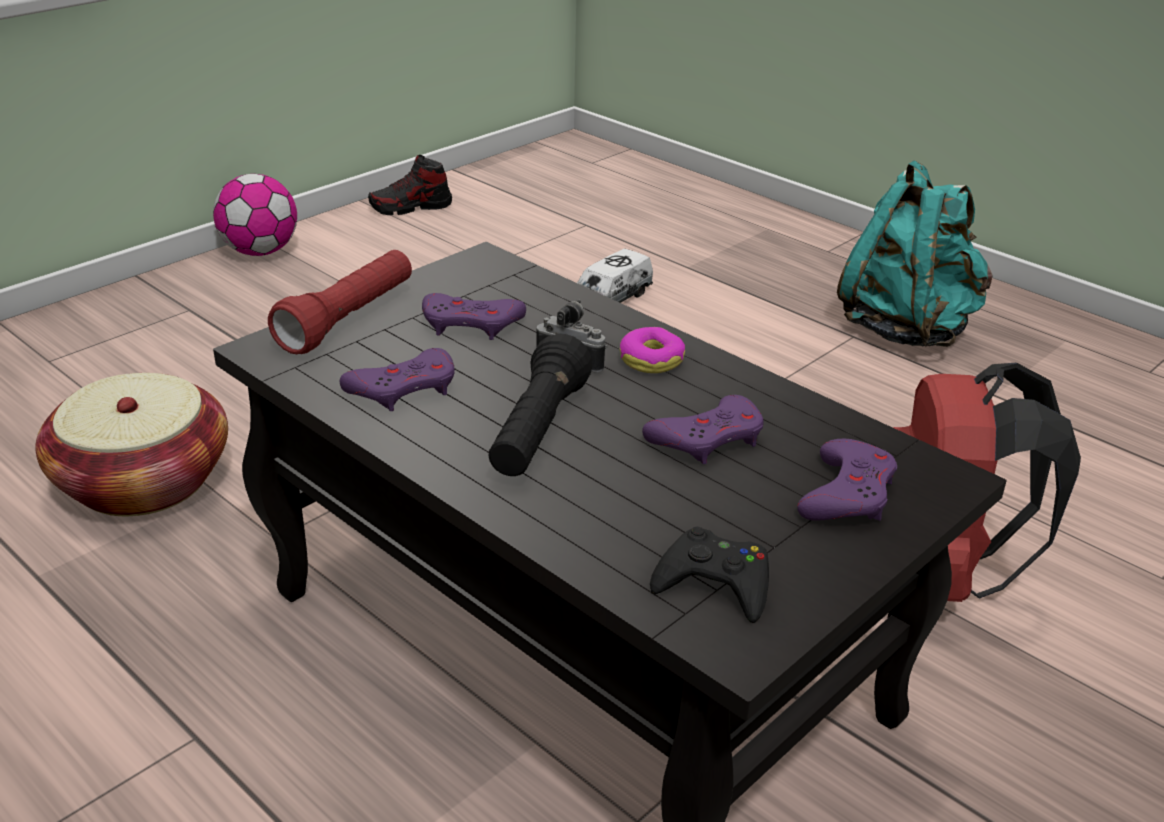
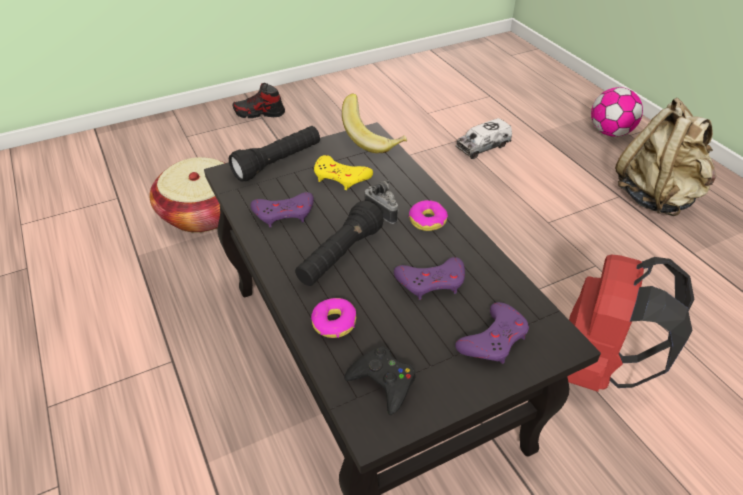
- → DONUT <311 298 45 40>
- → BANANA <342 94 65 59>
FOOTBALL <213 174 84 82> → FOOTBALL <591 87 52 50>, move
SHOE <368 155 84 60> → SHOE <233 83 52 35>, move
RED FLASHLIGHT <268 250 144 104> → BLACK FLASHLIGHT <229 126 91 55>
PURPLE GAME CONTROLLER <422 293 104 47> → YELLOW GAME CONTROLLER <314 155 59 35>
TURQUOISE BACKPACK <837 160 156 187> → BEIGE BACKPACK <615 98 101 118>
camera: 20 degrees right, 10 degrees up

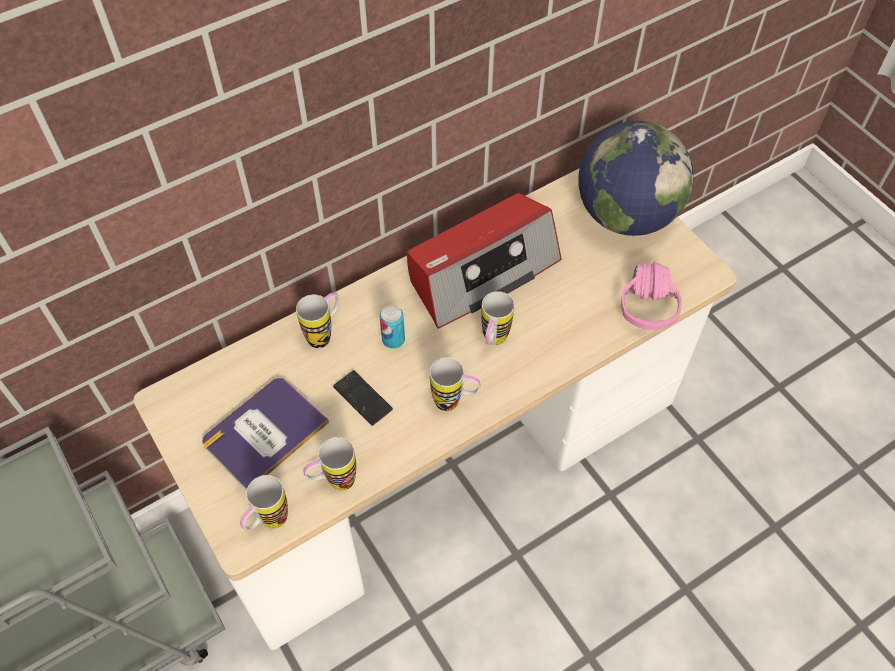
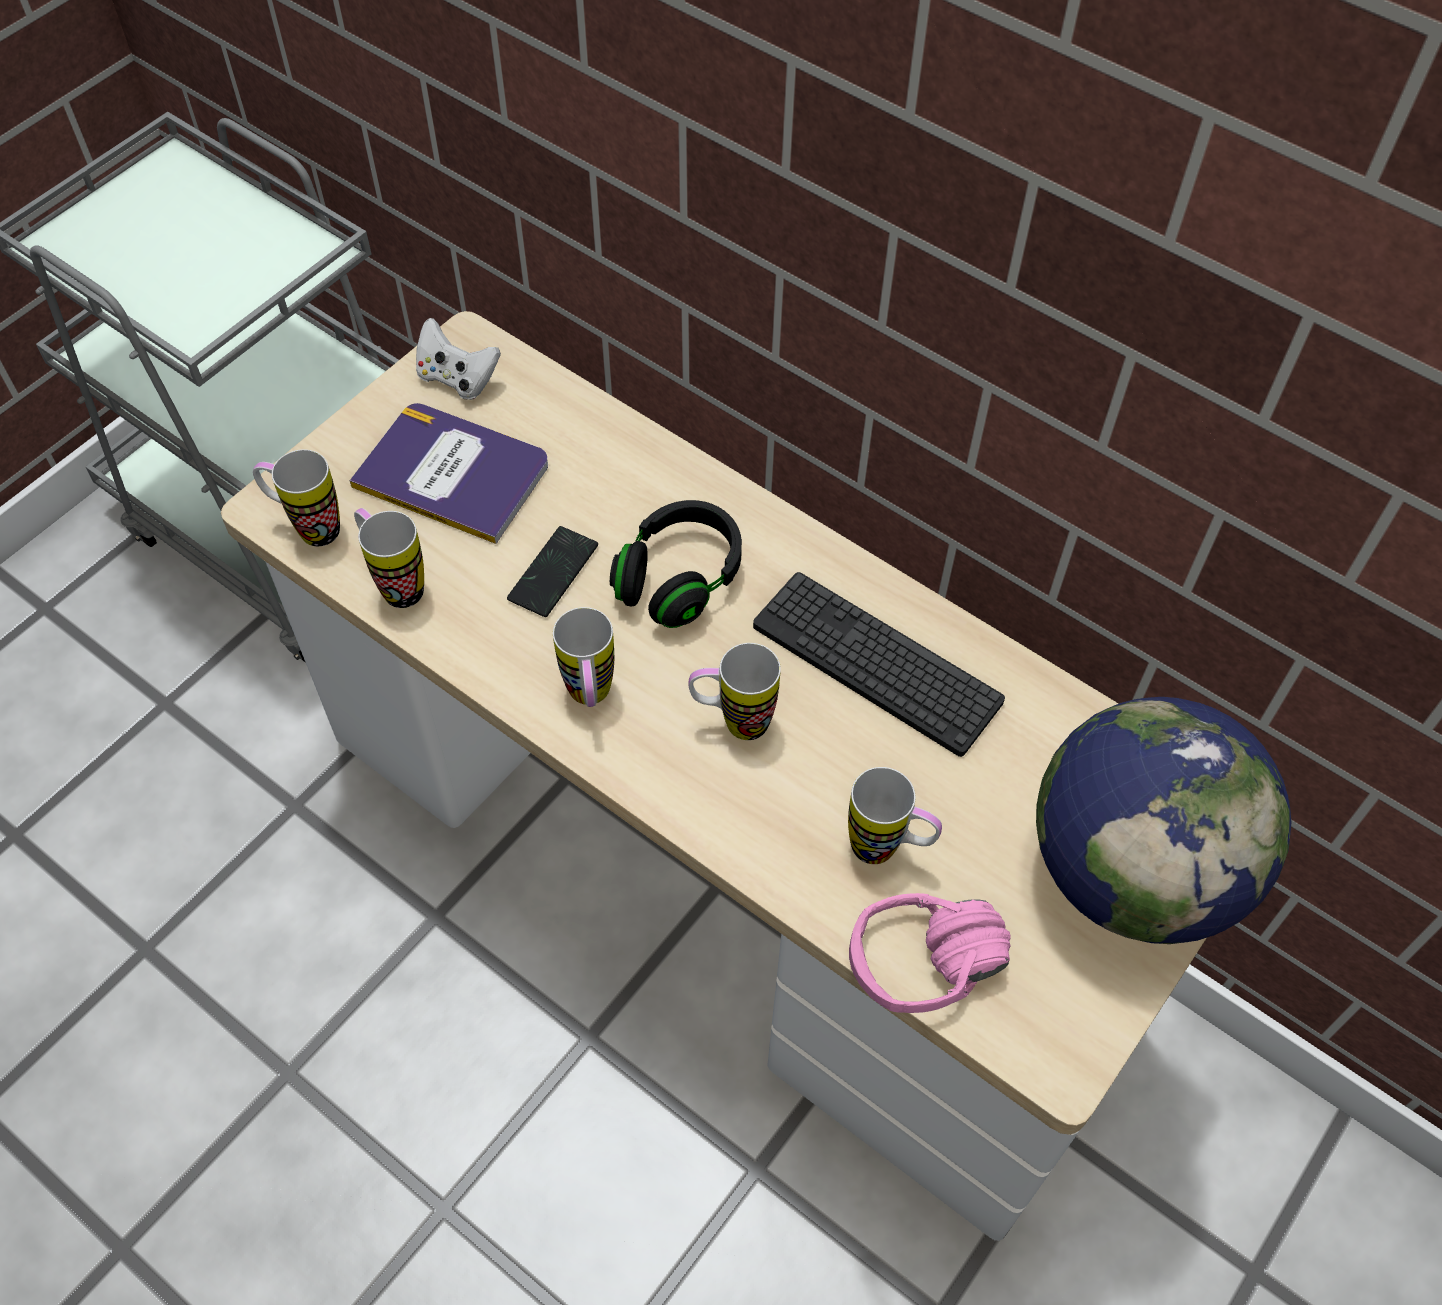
- → WHITE GAME CONTROLLER <416 318 85 82>
MUG <296 293 44 55> → MUG <848 767 94 97>, move
CAN <379 305 26 44> → BLACK HEADPHONES <610 500 132 128>
RADIO <407 193 155 136> → KEYBOARD <753 572 252 185>
camera: 70 degrees right, 0 degrees up

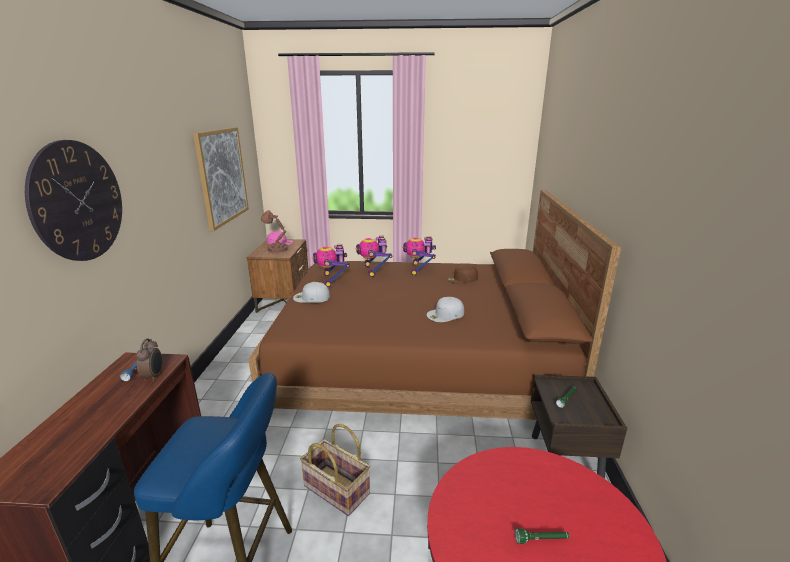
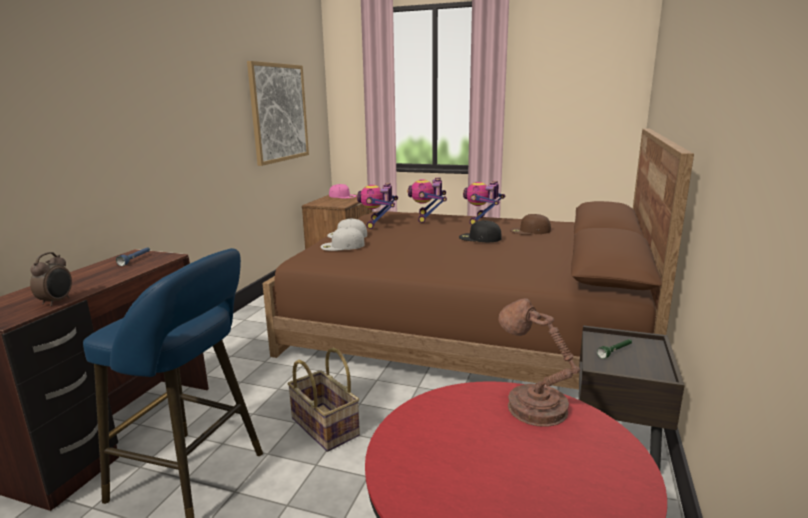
WALL CLOCK <25 140 97 121> → -
GREEN FLASHLIGHT <515 528 54 16> → -
- → BLACK CAP <459 220 43 22>
ALARM CLOCK <136 338 26 44> → ALARM CLOCK <30 252 42 54>, move
BROWN TABLE LAMP <261 210 28 43> → BROWN TABLE LAMP <498 298 82 129>, move
WHITE CAP <426 297 38 25> → WHITE CAP <321 227 43 24>, move
camera: 15 degrees right, 5 degrees down

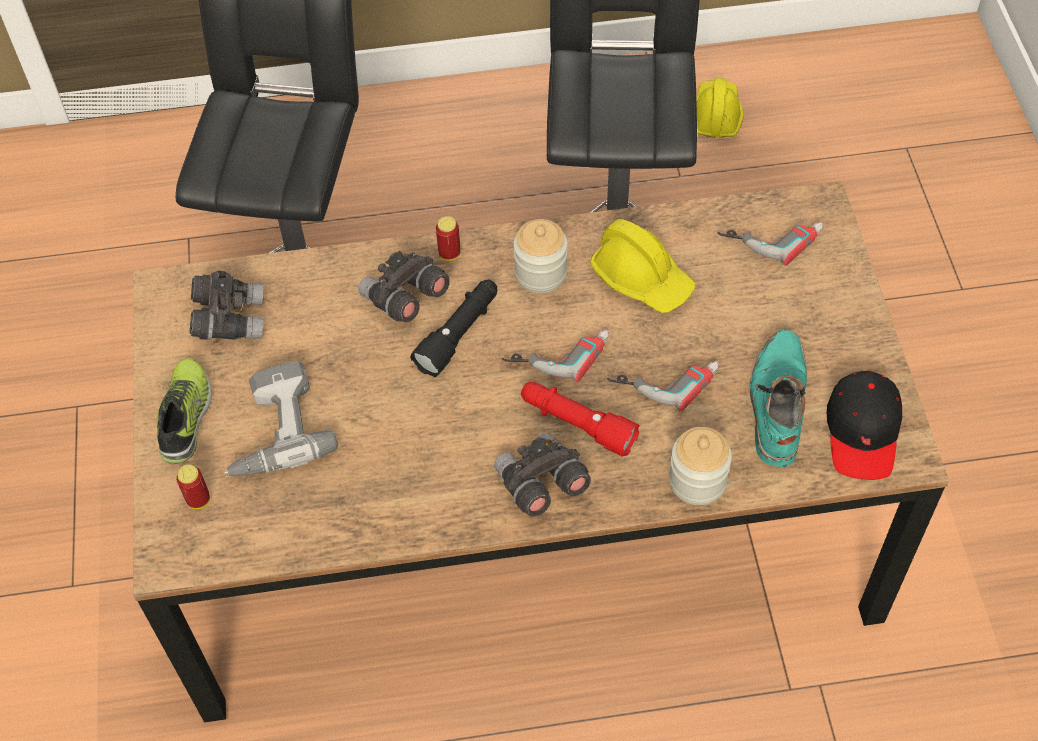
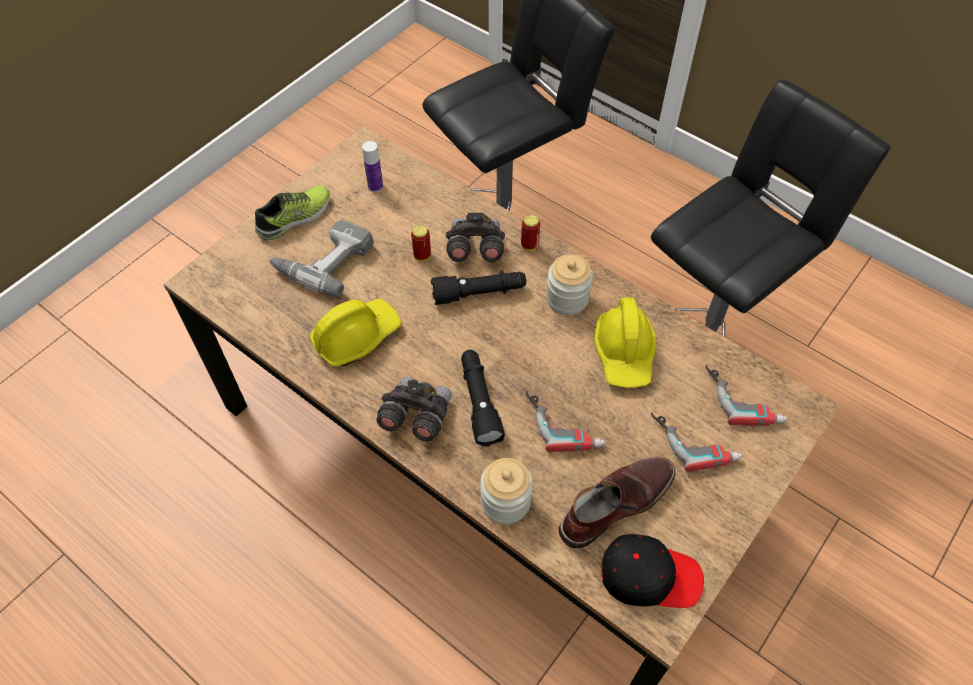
CAN <176 465 34 44> → CAN <411 225 20 36>, move
POWER DRILL <502 329 107 54> → POWER DRILL <651 412 92 60>, move
YELLOW HARD HAT <696 78 48 60> → YELLOW HARD HAT <310 299 91 68>, move
GREY BINOCULARS <190 270 73 70> → BOTTLE <362 141 21 51>
RED FLASHLIGHT <521 382 119 75> → BLACK FLASHLIGHT <461 350 44 97>
TURQUOISE BOOT <750 330 57 137> → BROWN BOOT <559 457 117 91>
BLACK CAP <827 371 75 109> → BLACK CAP <601 534 103 74>, 135 degrees counterclockwise
camera: 45 degrees right, 0 degrees up

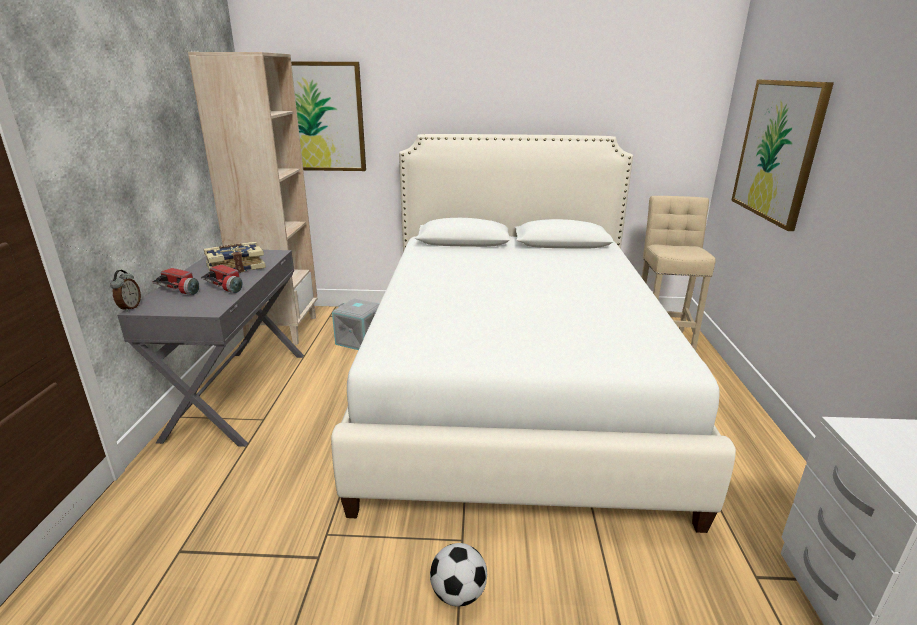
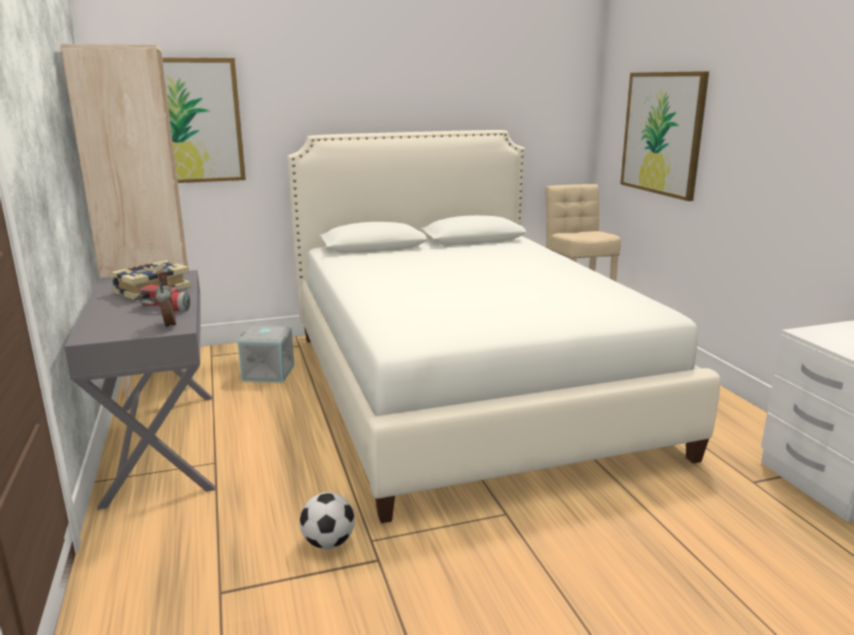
FLASHLIGHT <152 268 47 27> → -
ALARM CLOCK <110 270 31 42> → ALARM CLOCK <156 281 20 48>, move
FOOTBALL <430 543 57 64> → FOOTBALL <300 492 55 57>, move
camera: 20 degrees left, 5 degrees down

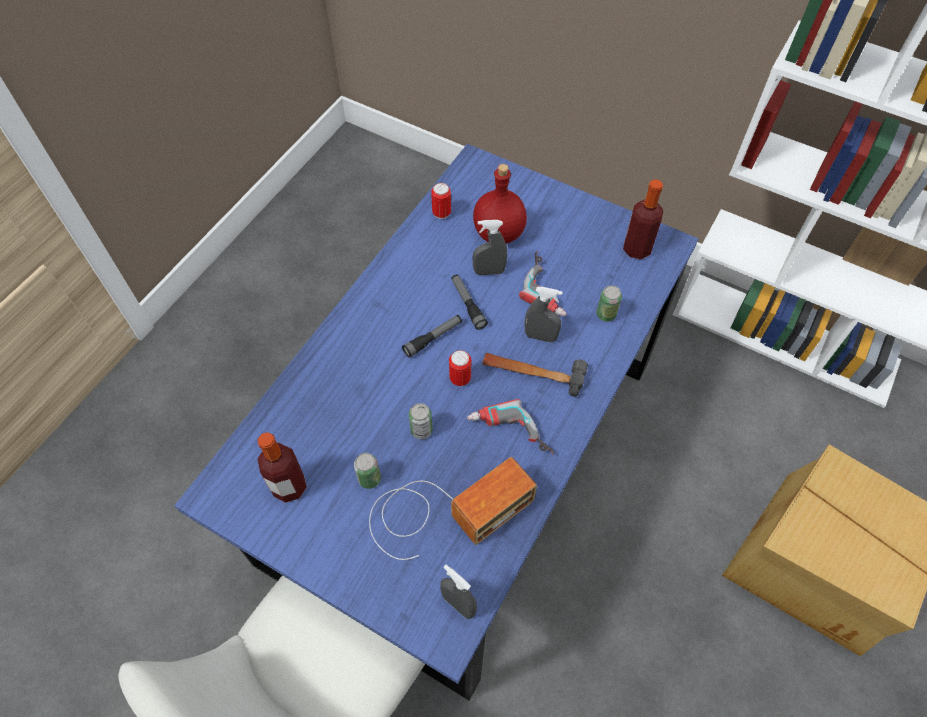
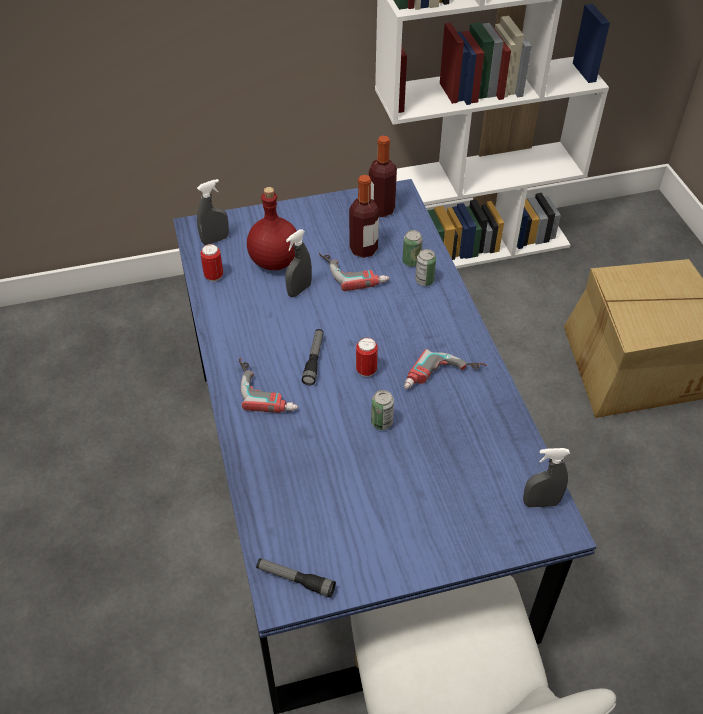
RADIO <369 457 168 103> → -
HAMMER <482 353 106 44> → -
- → POWER DRILL <239 358 59 55>
BOTTLE <257 432 50 71> → BOTTLE <349 175 30 83>, move
CAN <354 453 27 36> → CAN <415 249 21 37>, move
FLASHLIGHT <451 274 37 56> → FLASHLIGHT <256 558 80 40>, move
GREY SPRAY BOTTLE <524 287 39 56> → GREY SPRAY BOTTLE <197 179 32 66>, move
camera: 45 degrees left, 10 degrees down

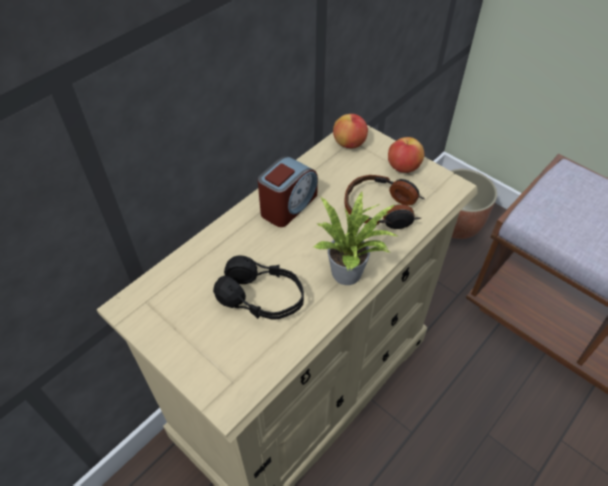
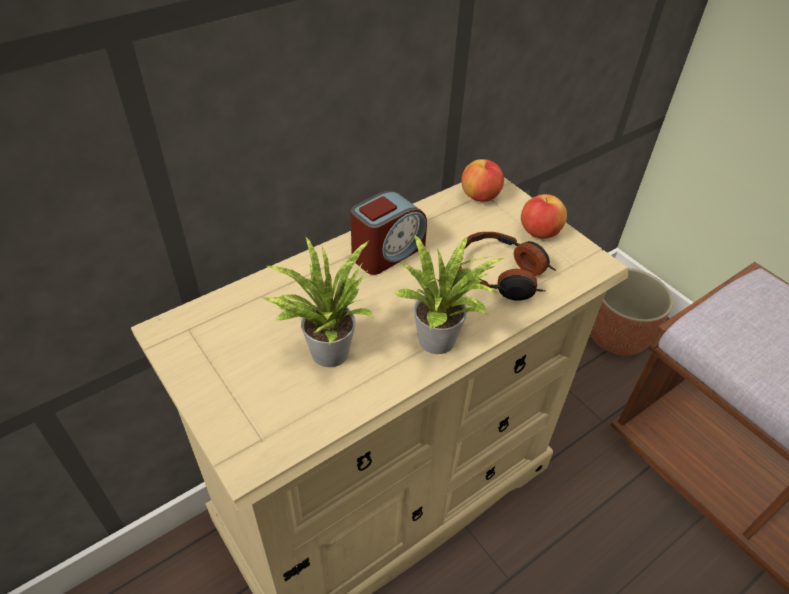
BLACK HEADPHONES <213 255 91 65> → POTTED PLANT <263 236 111 131>
camera: 10 degrees right, 5 degrees down

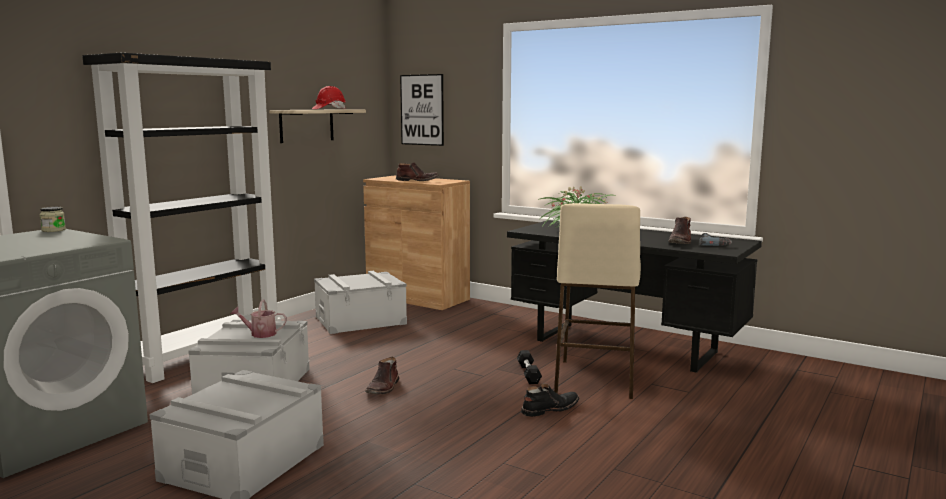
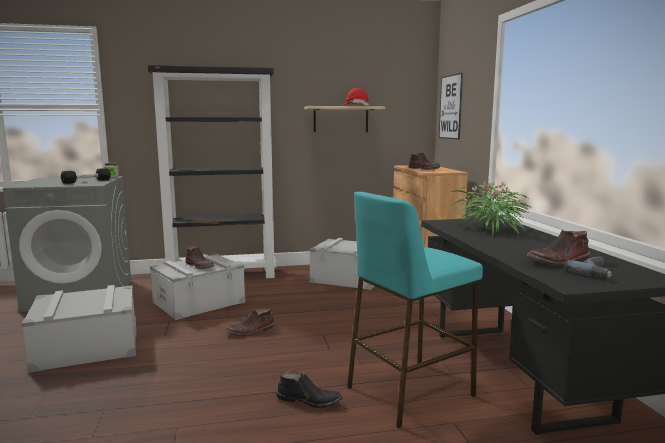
BLACK DUMBBELL <517 350 25 34> → BLACK DUMBBELL <61 168 50 16>, move
WATERING CAN <230 300 57 38> → BROWN BOOT <185 246 29 23>
BEIGE STOOL <554 203 87 196> → TURQUOISE STOOL <347 192 136 236>
camera: 45 degrees right, 0 degrees up

